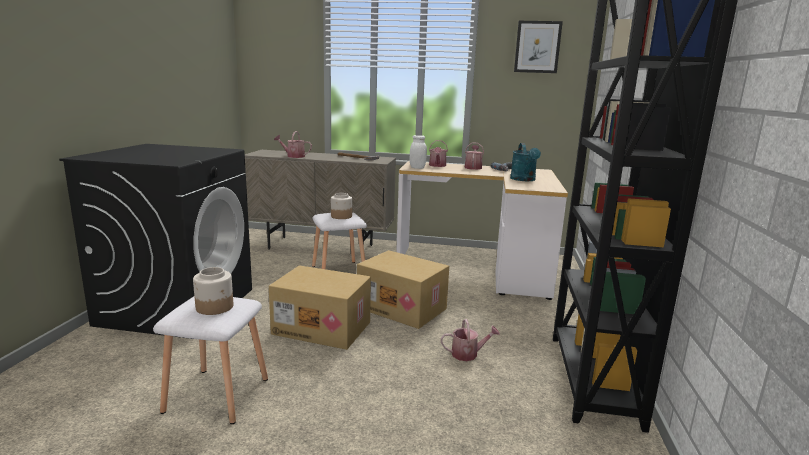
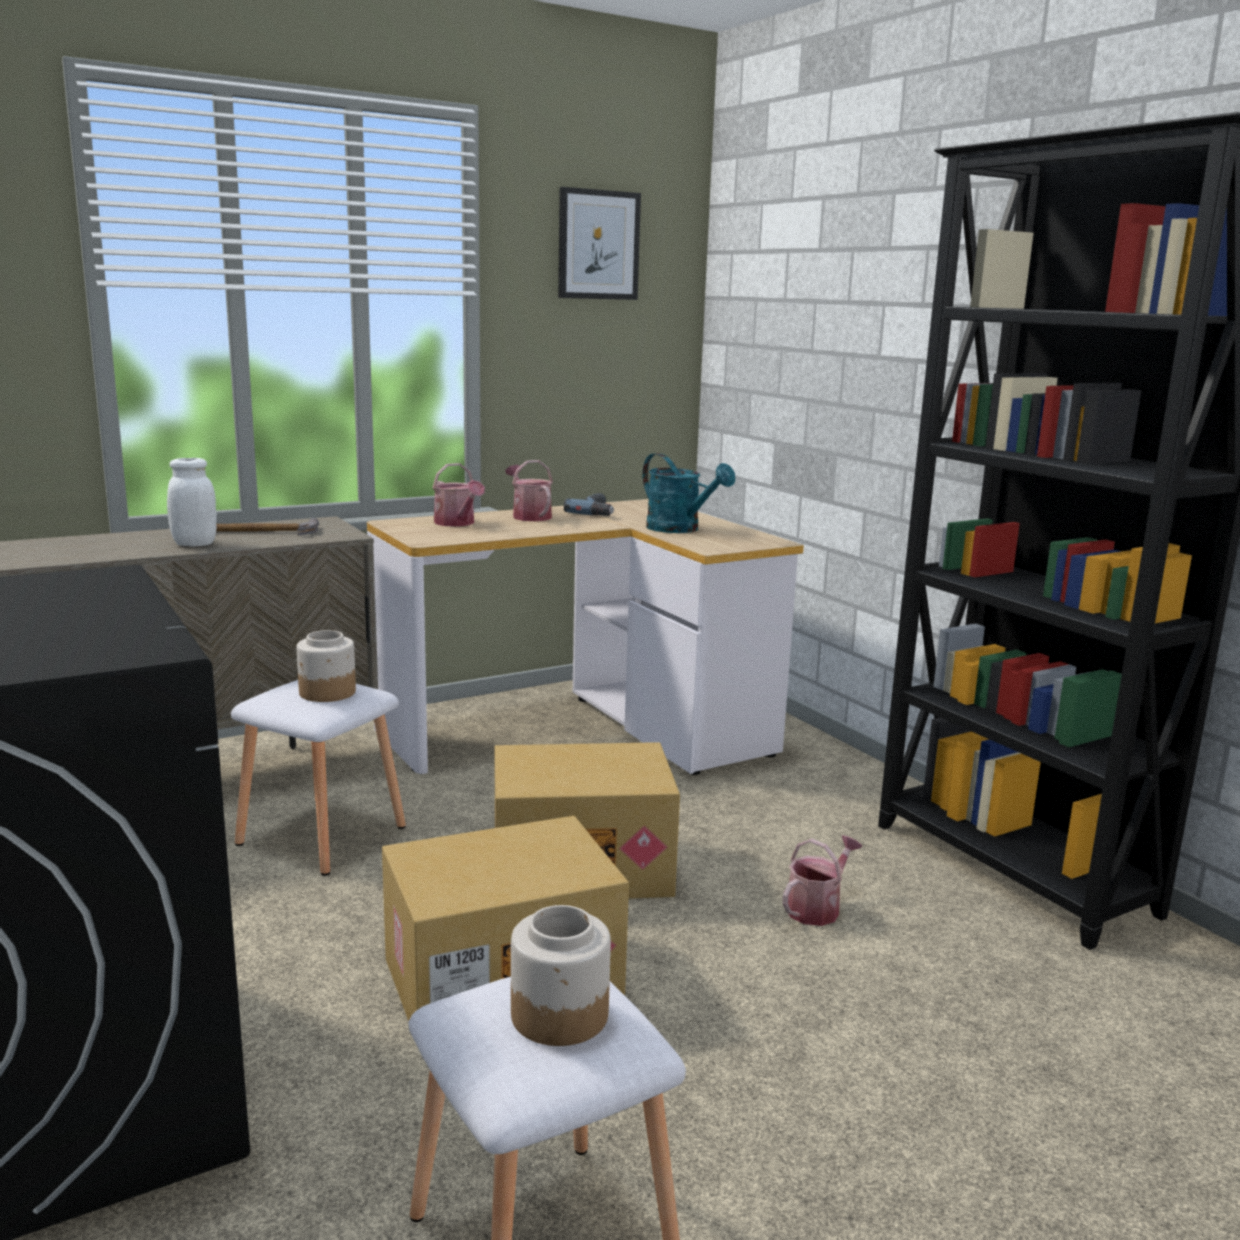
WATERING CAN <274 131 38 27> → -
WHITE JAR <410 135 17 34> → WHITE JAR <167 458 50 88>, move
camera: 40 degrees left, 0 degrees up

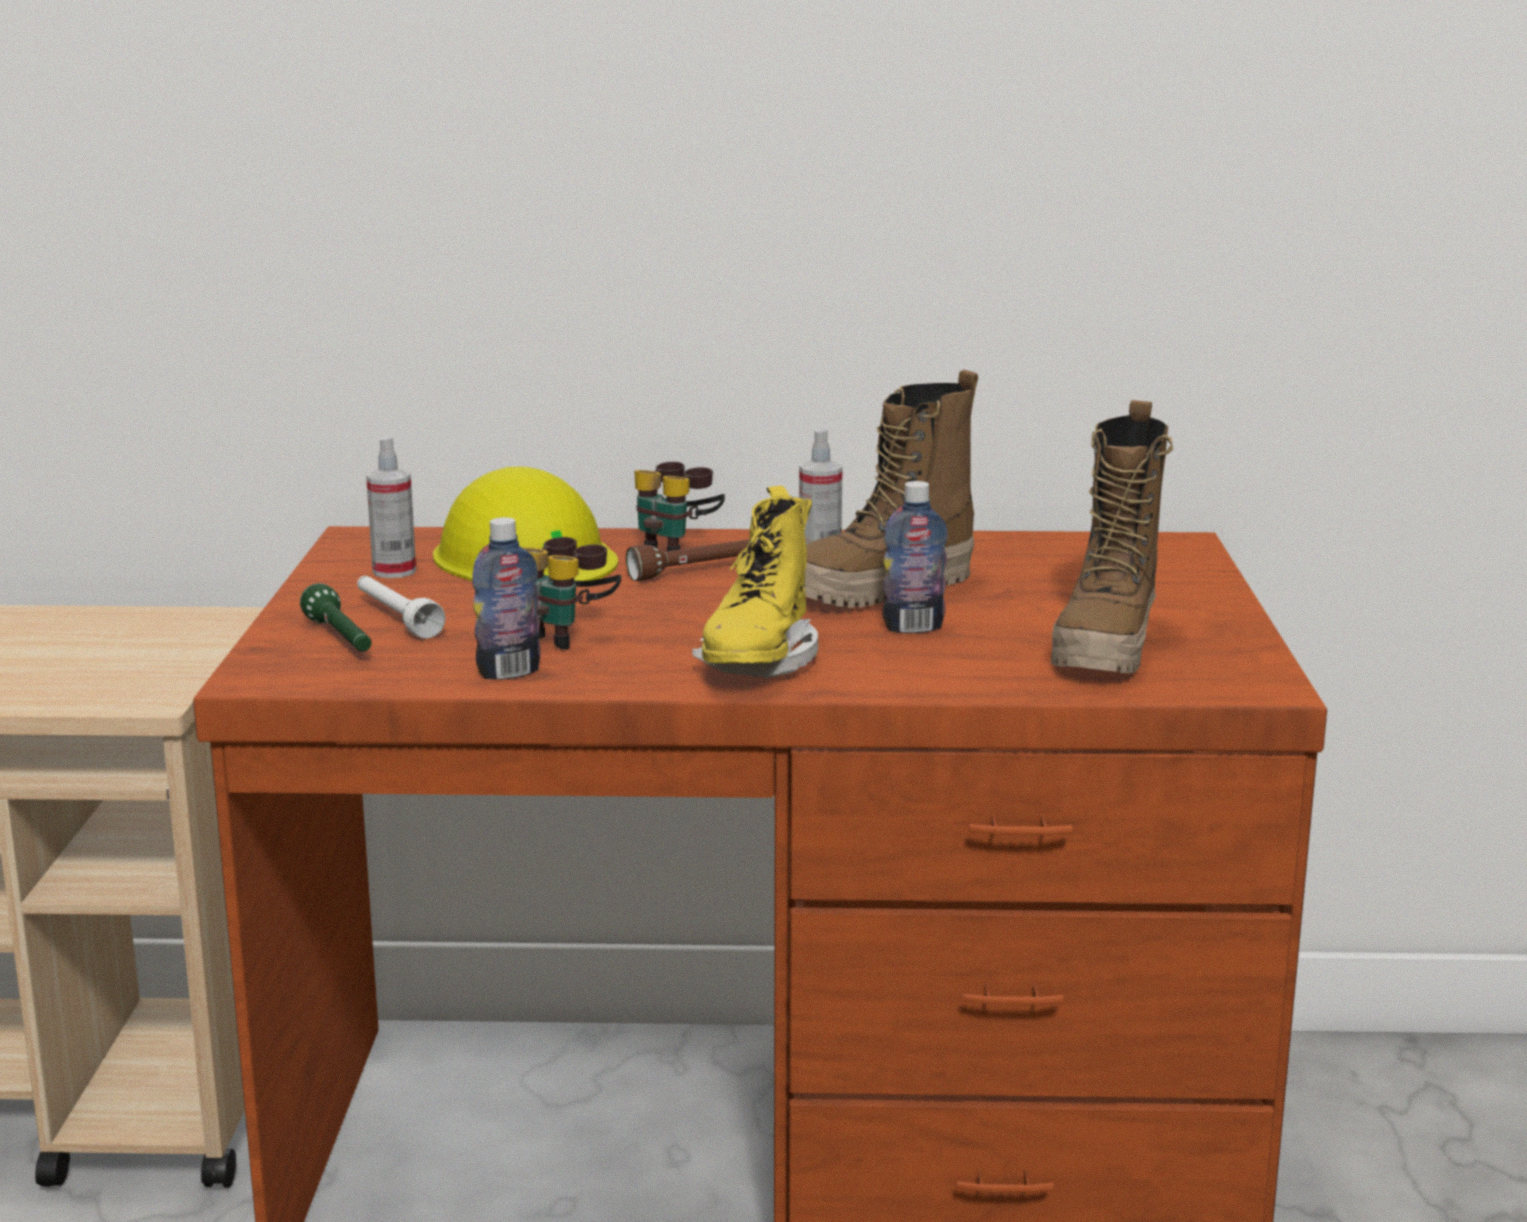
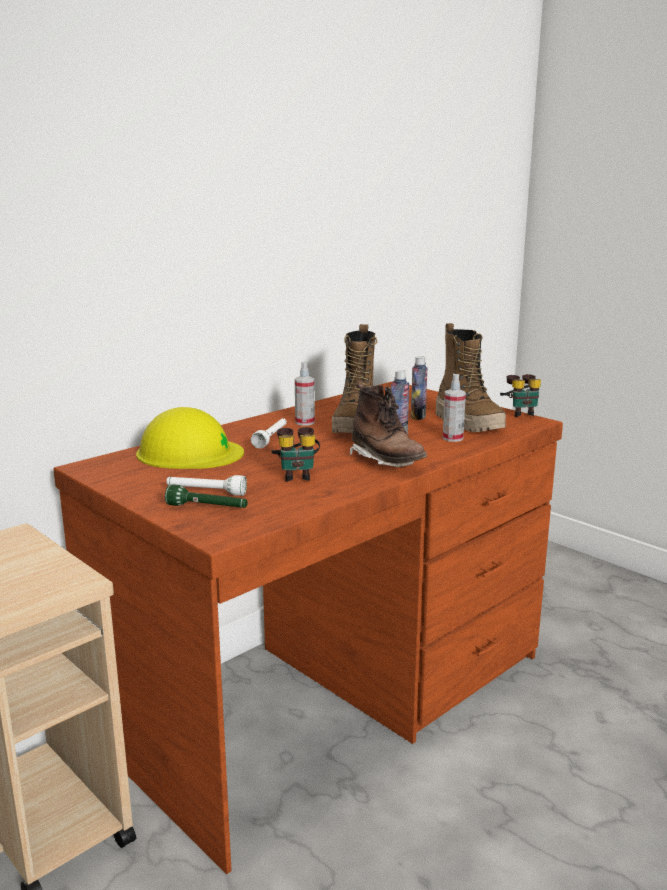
SPRAY BOTTLE <366 436 50 142> → SPRAY BOTTLE <443 374 23 68>, move
BOTTLE <472 517 69 163> → BOTTLE <411 356 17 64>, move
BINOCULARS <634 462 91 89> → BINOCULARS <500 374 41 43>, move
BROWN FLASHLIGHT <626 539 123 42> → WHITE FLASHLIGHT <251 418 36 30>
YELLOW BOOT <692 485 126 193> → BROWN BOOT <349 383 78 84>
camera: 45 degrees left, 0 degrees up

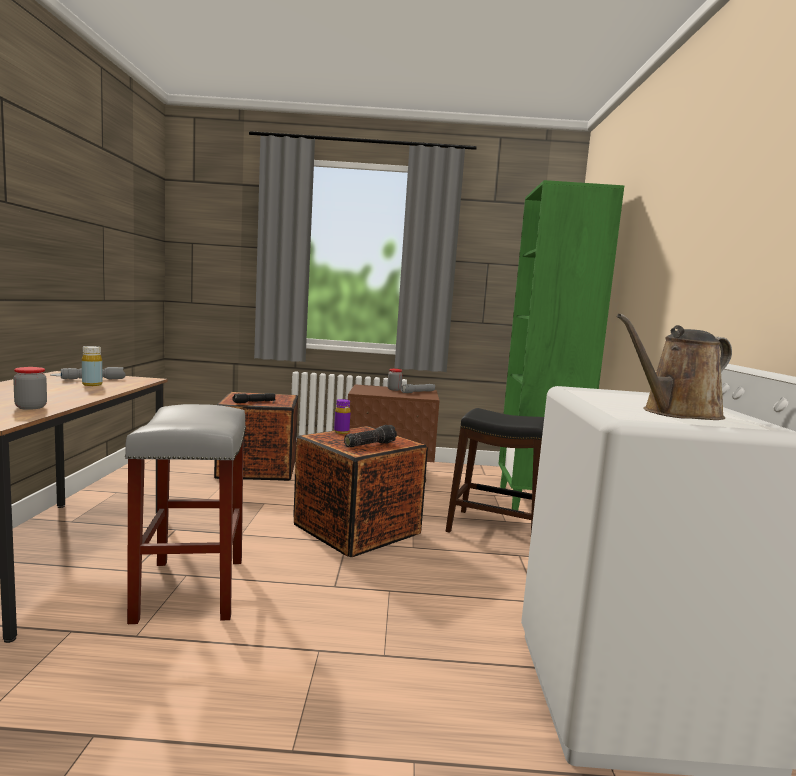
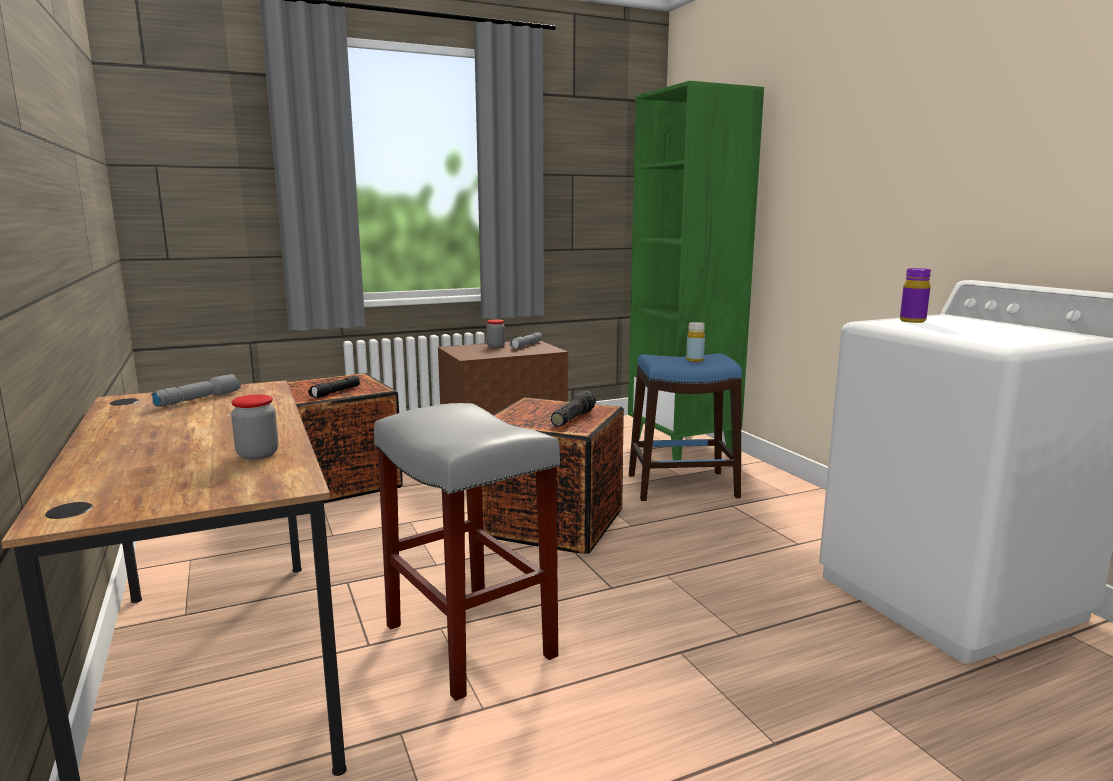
BROWN WATERING CAN <617 313 115 107> → -
YELLOW BOTTLE <82 346 20 40> → YELLOW BOTTLE <686 322 19 40>, move
PURPLE BOTTLE <334 399 16 35> → PURPLE BOTTLE <900 268 31 55>, move
BLACK STOOL <446 408 98 125> → BLUE STOOL <629 353 113 148>
camera: 25 degrees left, 5 degrees up

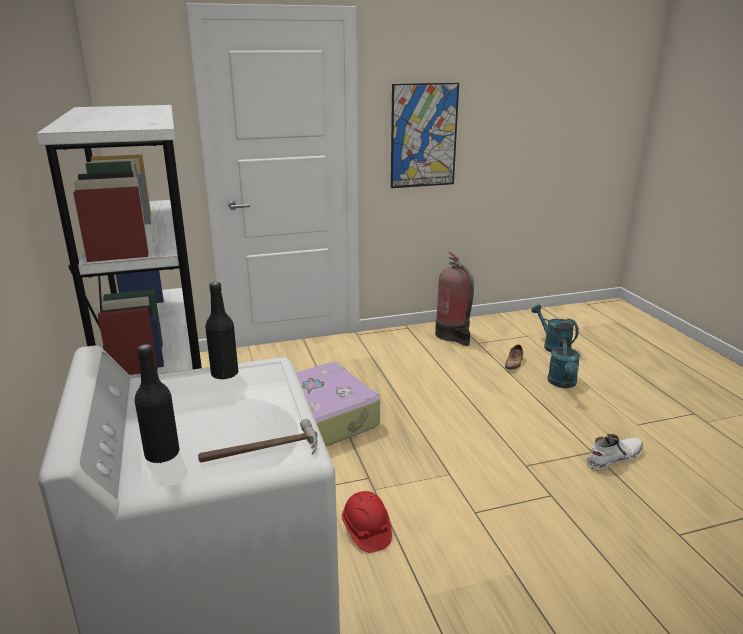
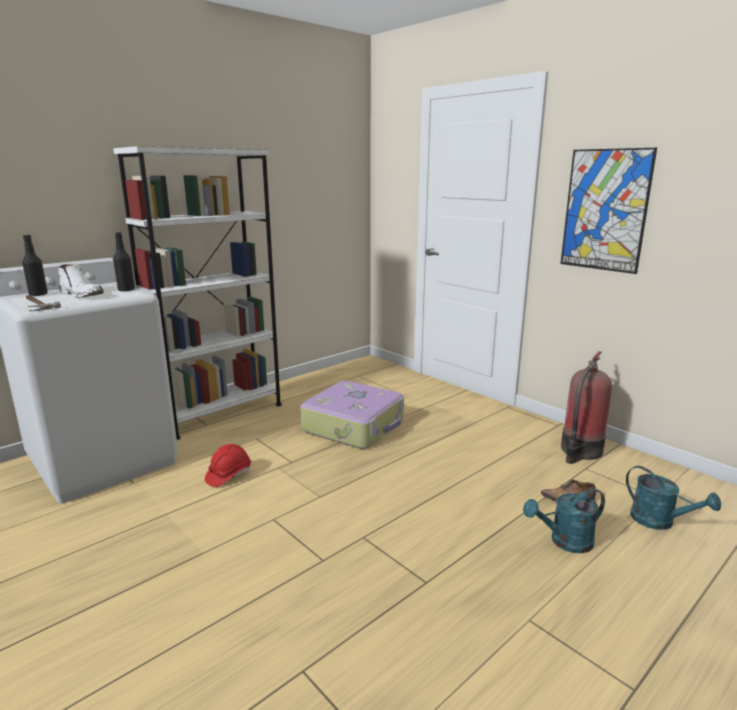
WHITE BOOT <586 434 57 37> → WHITE BOOT <58 264 46 33>, move
TURQUOISE WATERING CAN <531 304 48 49> → TURQUOISE WATERING CAN <626 466 95 64>, 105 degrees clockwise
camera: 65 degrees right, 5 degrees down

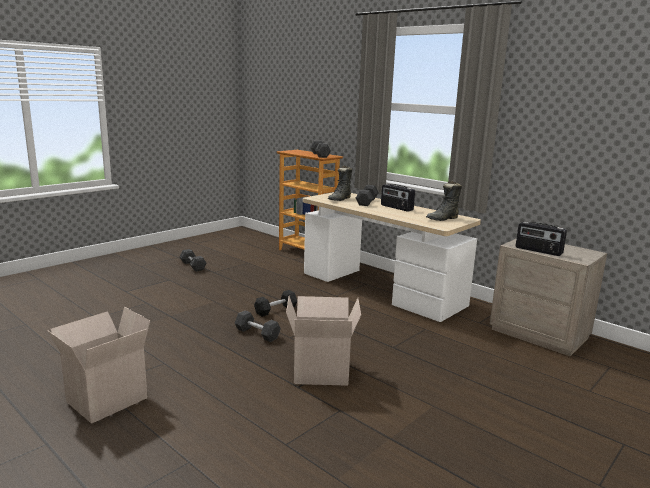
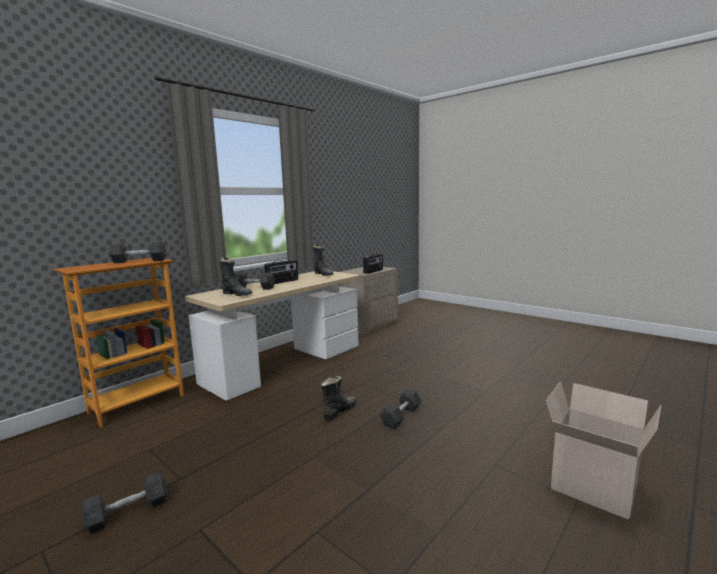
CARDBOARD BOX <286 296 75 90> → -
BLACK DUMBBELL <254 290 43 27> → BLACK BOOT <321 376 36 44>
camera: 90 degrees left, 5 degrees down

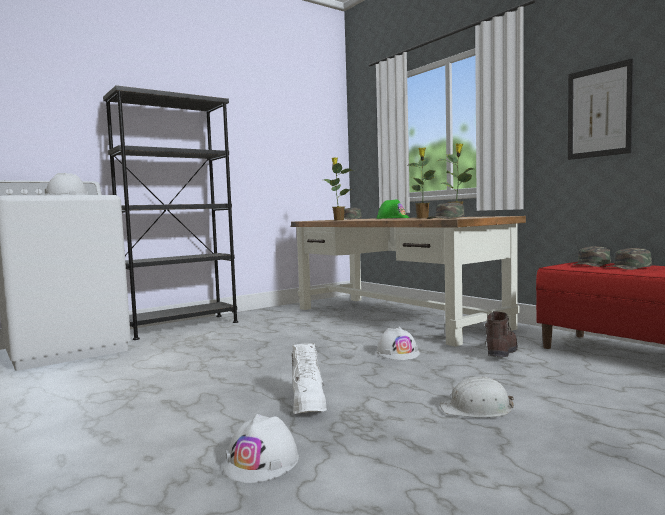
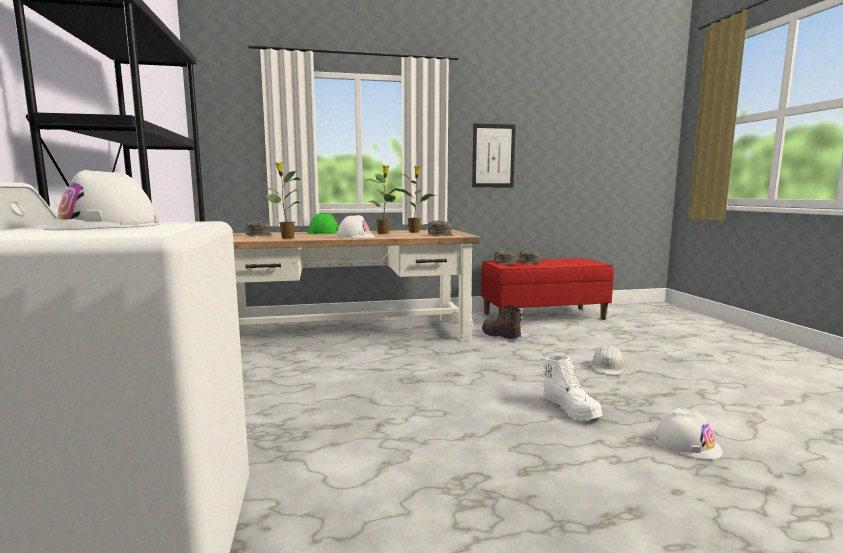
WHITE HARD HAT <376 327 44 33> → WHITE HARD HAT <336 215 39 23>, move
WHITE BOOT <291 343 36 71> → WHITE BOOT <542 356 61 65>, 45 degrees clockwise
camera: 65 degrees left, 5 degrees up

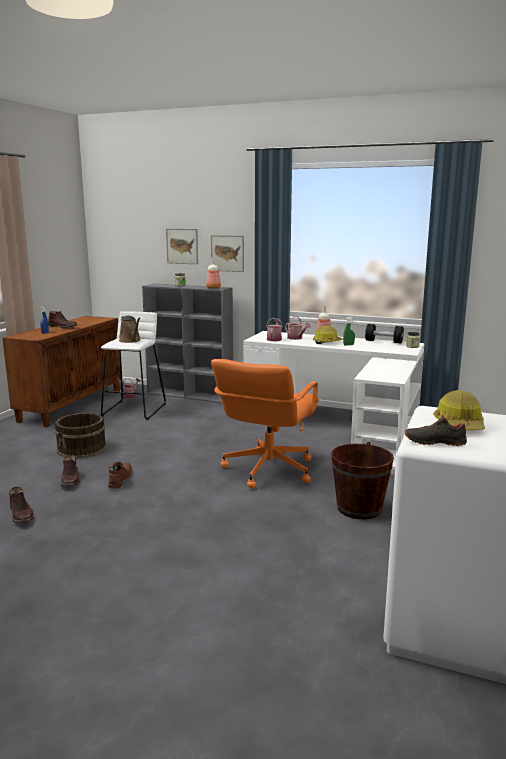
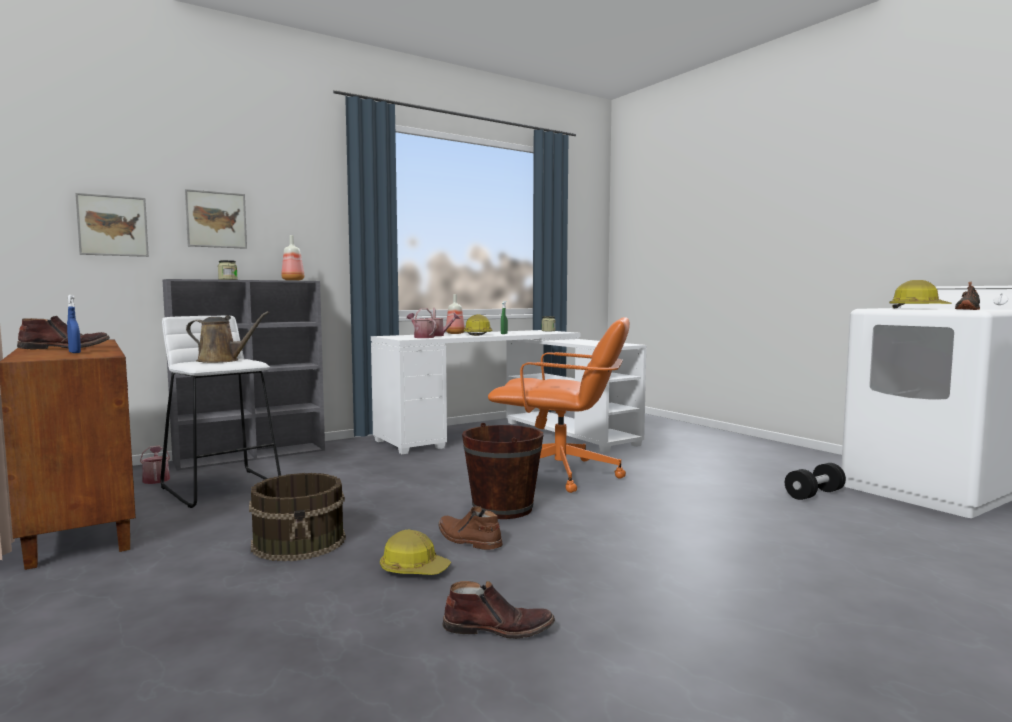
PICTURE <211 235 33 37> → PICTURE <75 193 74 64>, move
BROWN BUCKET <331 442 63 77> → BROWN BUCKET <462 423 81 96>, move
BLACK DUMBBELL <365 324 39 19> → BLACK DUMBBELL <785 463 61 37>, move
BROWN BOOT <61 455 19 31> → HARD HAT <380 530 71 45>
ORANGE OFFICE CHAIR <211 359 108 130> → ORANGE OFFICE CHAIR <488 317 142 176>, 45 degrees counterclockwise
camera: 55 degrees left, 10 degrees down

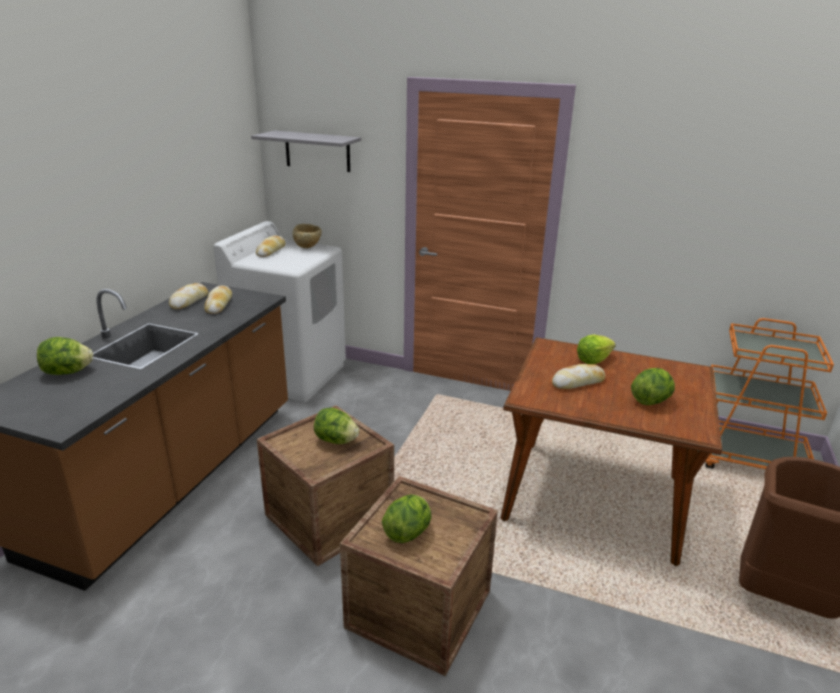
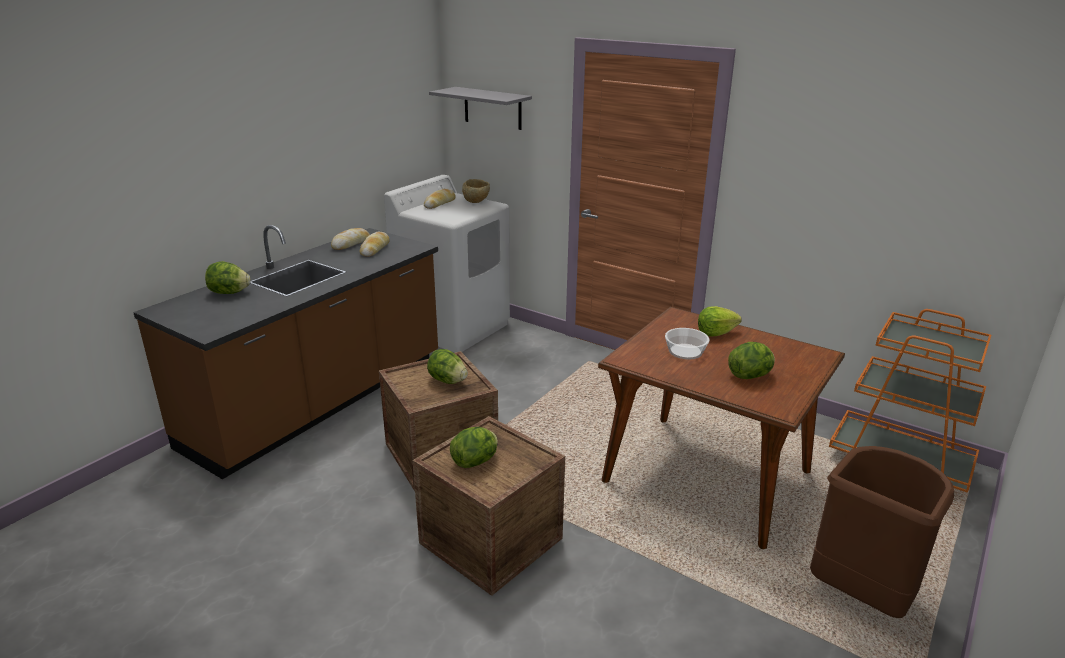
BREAD <552 364 53 25> → BOWL <665 328 45 31>
camera: 15 degrees right, 0 degrees up

